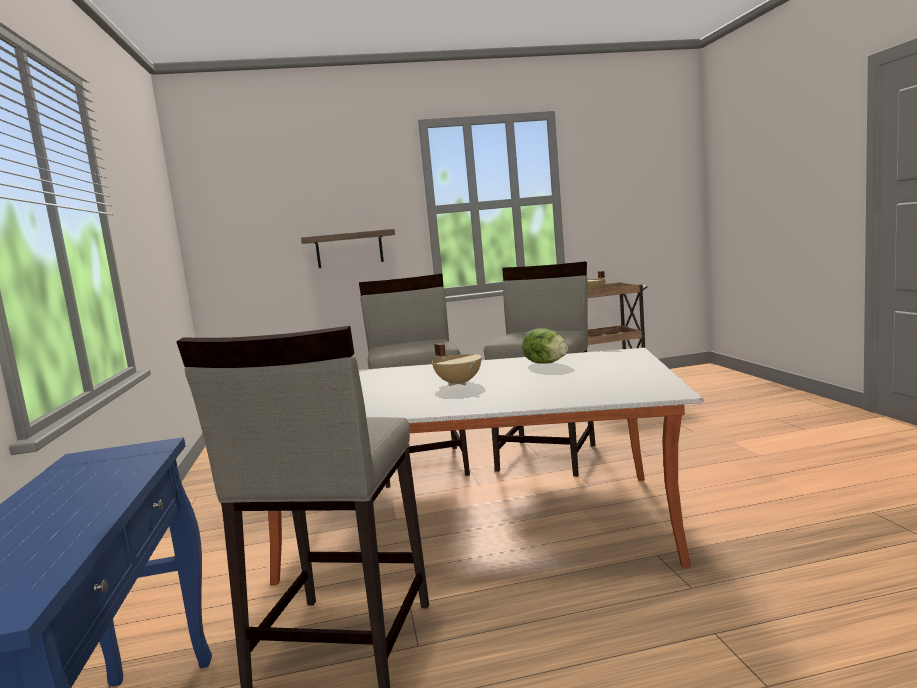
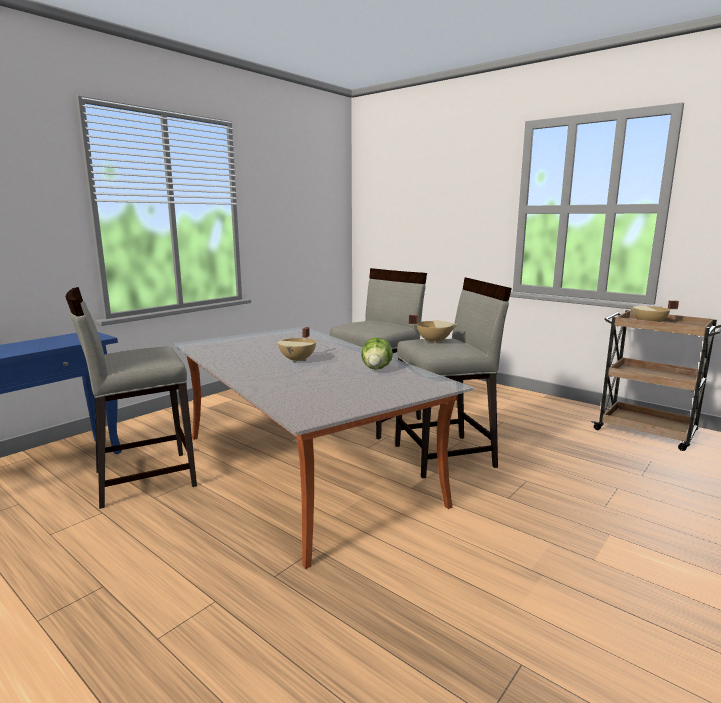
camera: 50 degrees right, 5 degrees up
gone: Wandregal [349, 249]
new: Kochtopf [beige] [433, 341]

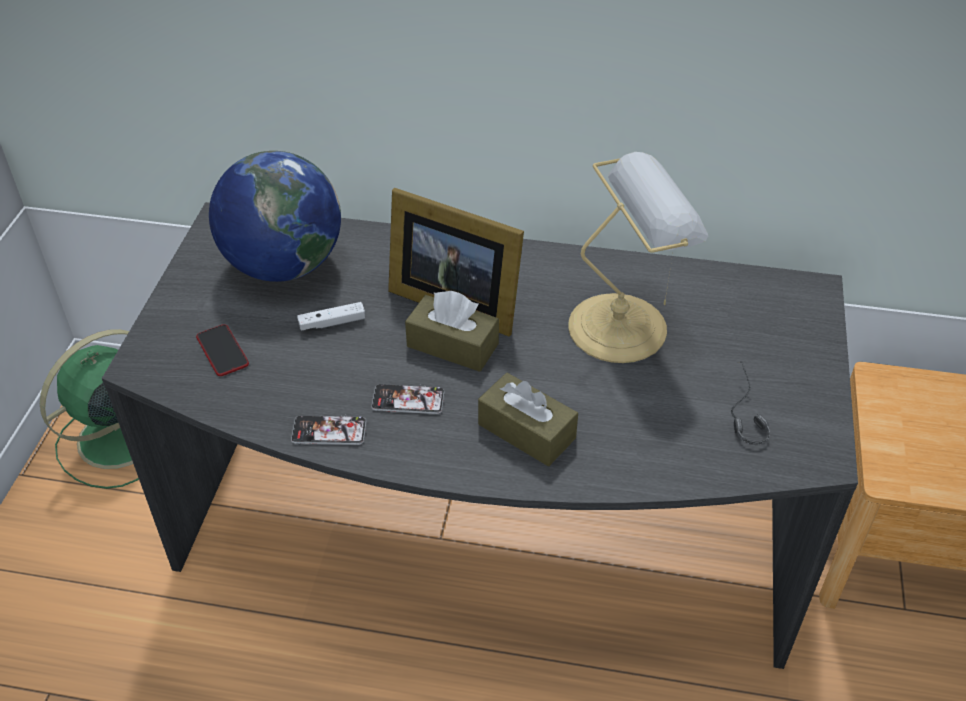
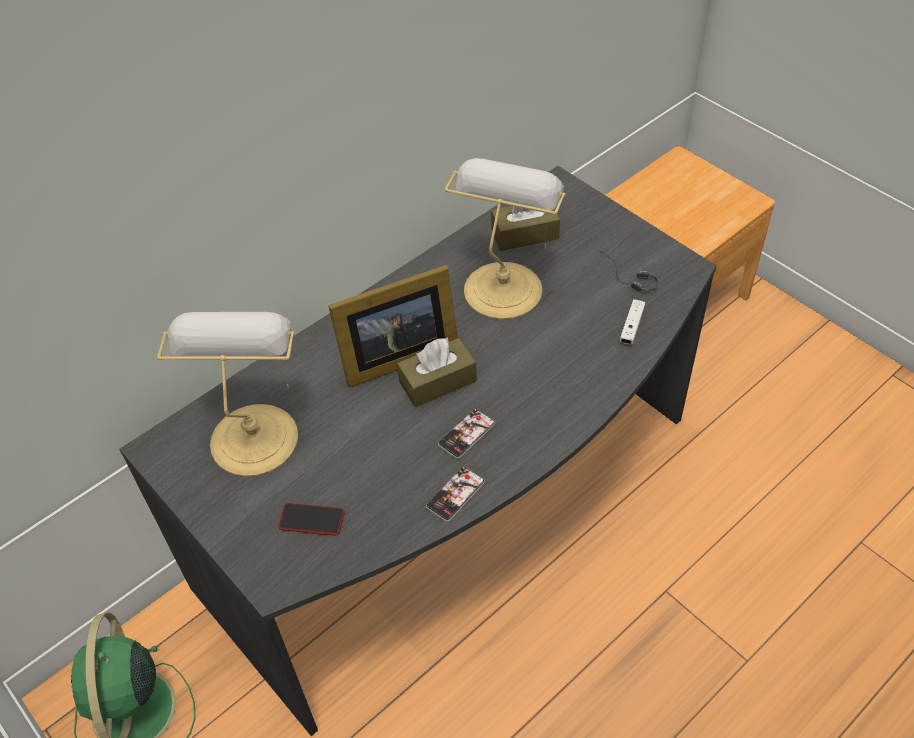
camera: 50 degrees left, 5 degrees up
shifted: Gamepad [weiß] [332, 323] to [632, 327]; Taschentuchbox [braun] [526, 431] to [525, 234]
swapped: Globus [283, 265] to Tischlampe [254, 435]

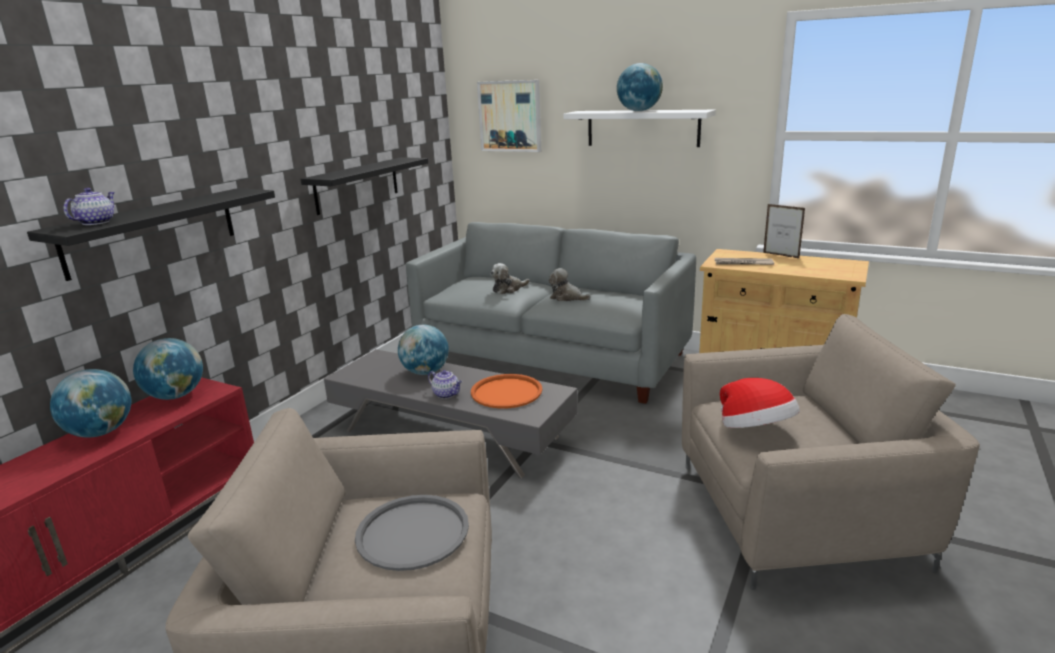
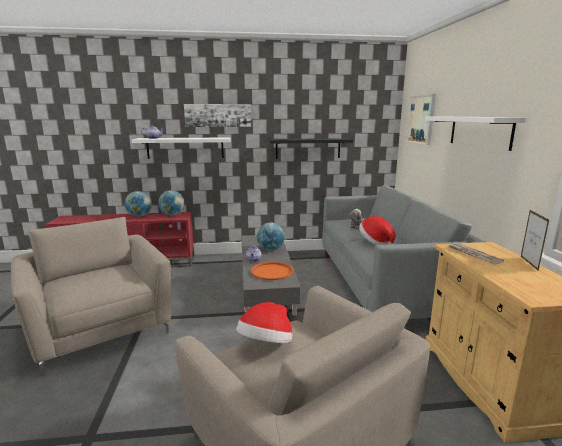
camera: 55 degrees right, 5 degrees down
gone: Globus [639, 111]; Tablett [grau] [412, 533]
new: Bild [218, 115]
swapped: Plüschtier [567, 297] to Hut [376, 242]
repainted: Wandregal [schwarz] [152, 231] to Wandregal [weiß] [185, 148]

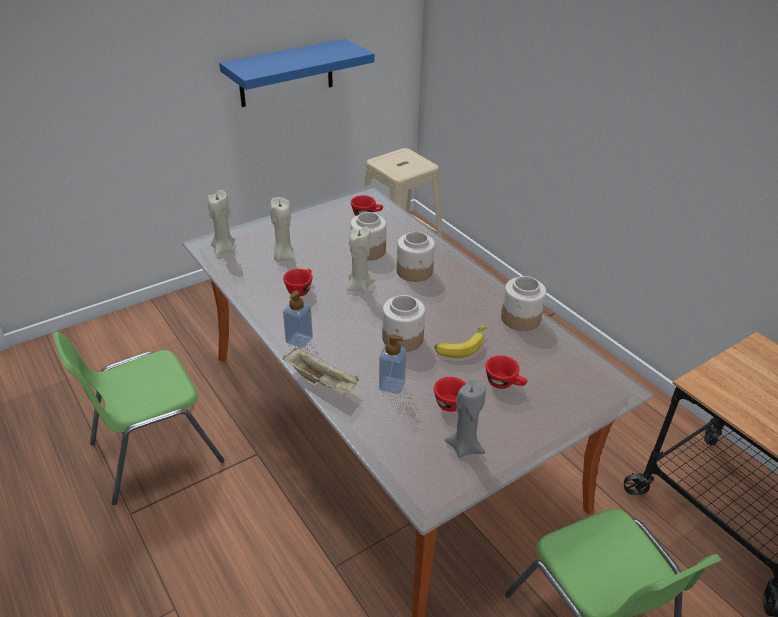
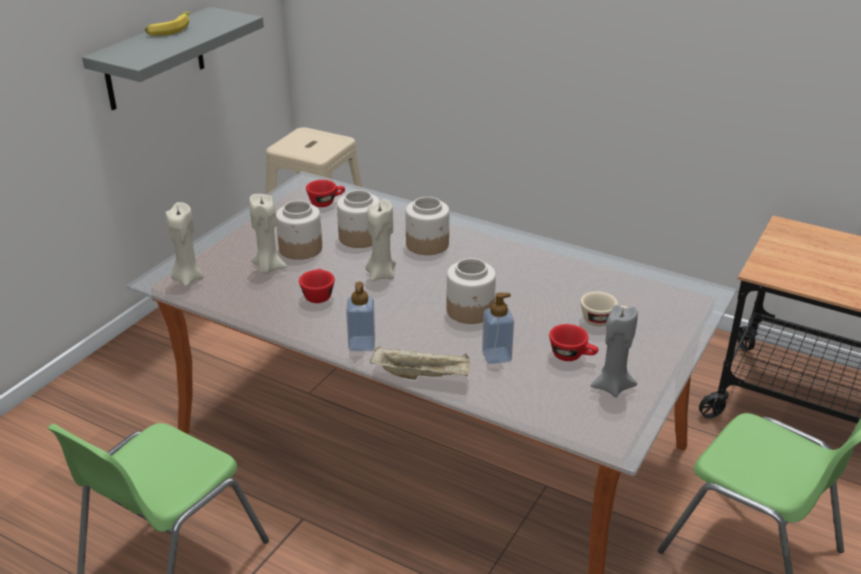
camera: 25 degrees left, 5 degrees down
shifted: Vorratsglas [521, 318] to [301, 248]; Banane [460, 346] to [170, 30]
repainted: Wandregal [blau] [286, 73] to Wandregal [grau] [154, 59]; Tasse [rot] [504, 383] to Tasse [beige] [602, 320]

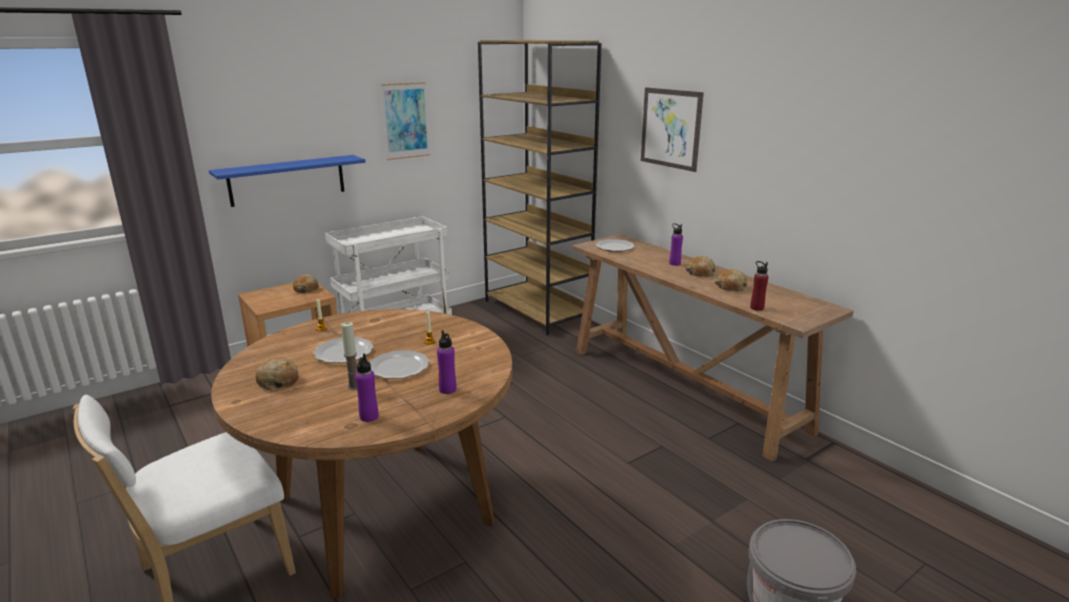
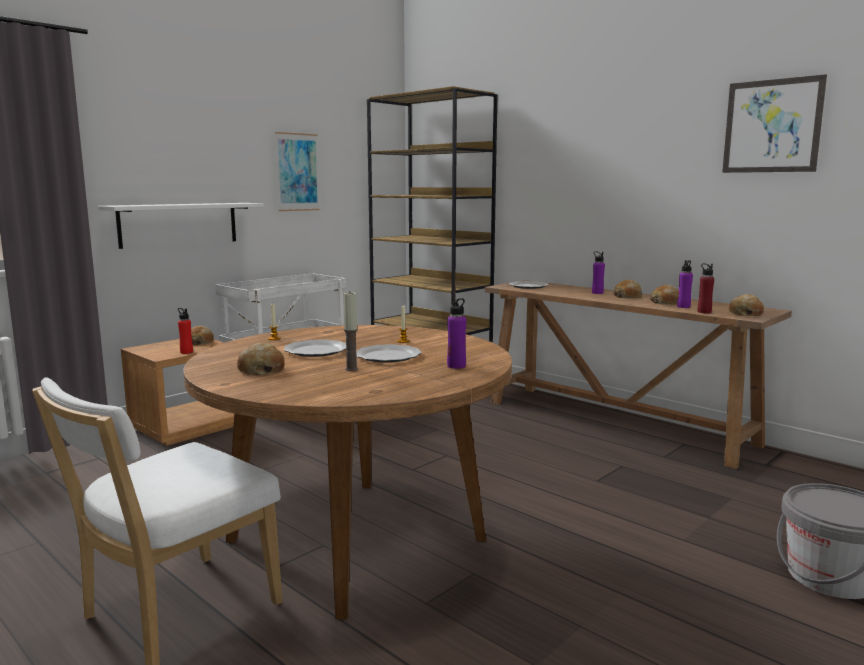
camera: 10 degrees left, 10 degrees down
new: Brot [745, 313]; Flasche [rot] [186, 352]
shifted: Bild [670, 128] to [772, 126]; Flasche [lila] [369, 417] to [683, 307]
repainted: Wandregal [blau] [287, 180] to Wandregal [weiß] [179, 224]

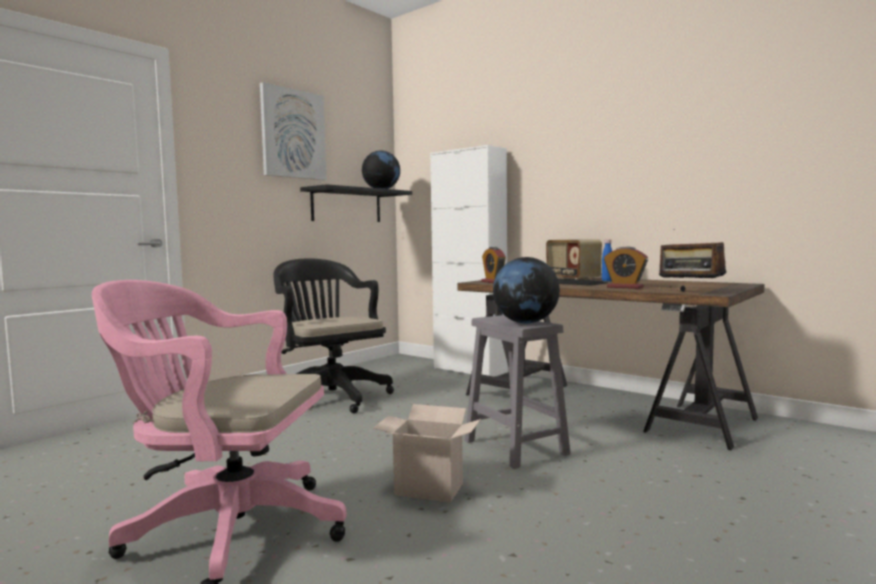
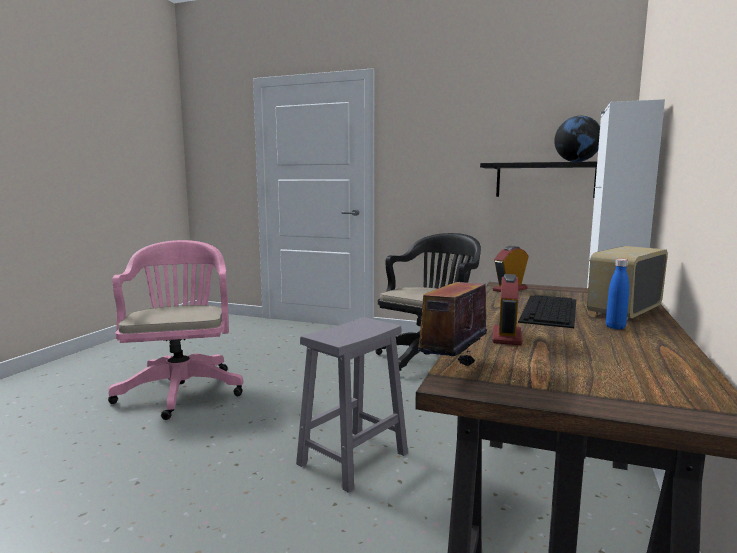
camera: 70 degrees right, 5 degrees up
gone: Bild [293, 134]; Globus [525, 322]; Karton [426, 490]

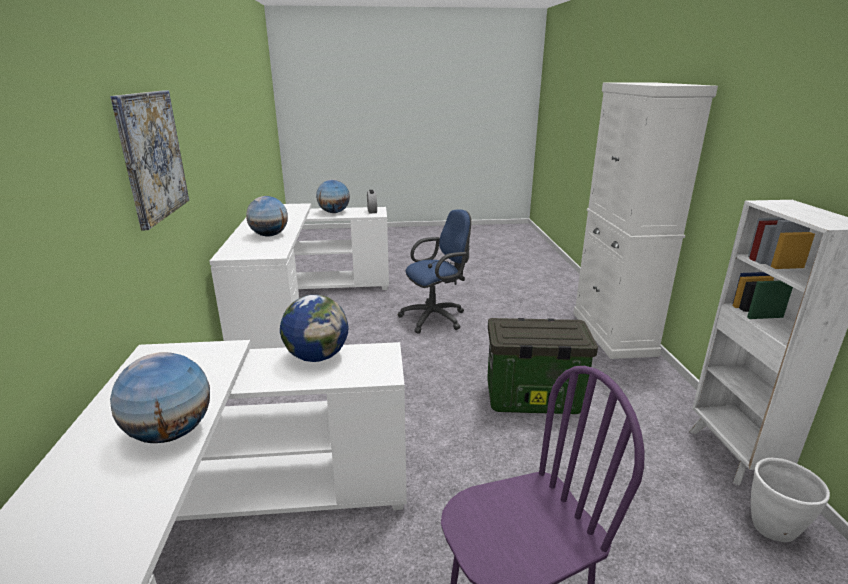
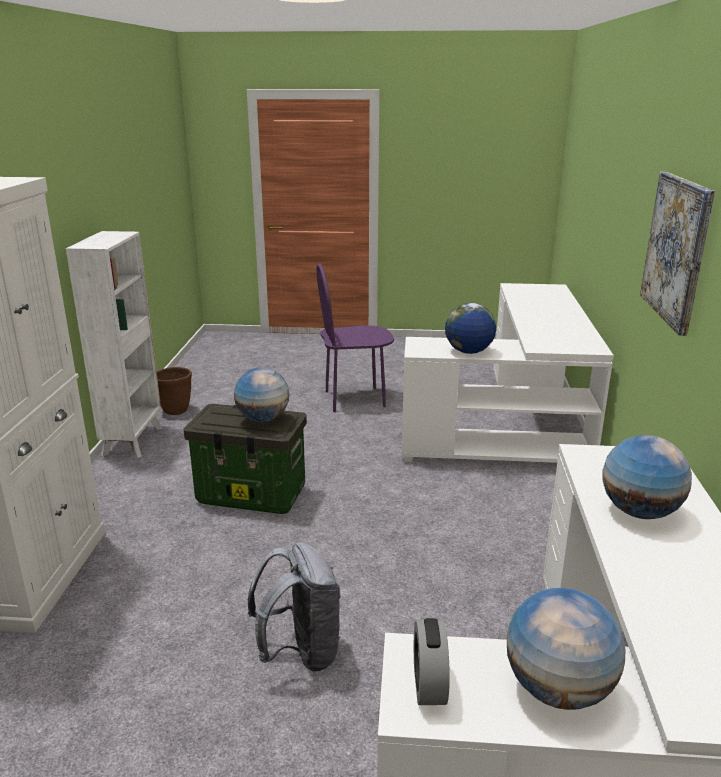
camera: 170 degrees left, 0 degrees up
shifted: Globus [170, 433] to [263, 419]
swapped: Bürostuhl [blau] [436, 318] to Rucksack [grau] [300, 652]
repainted: Pflanzkübel [weiß] [773, 529] to Pflanzkübel [braun] [175, 411]

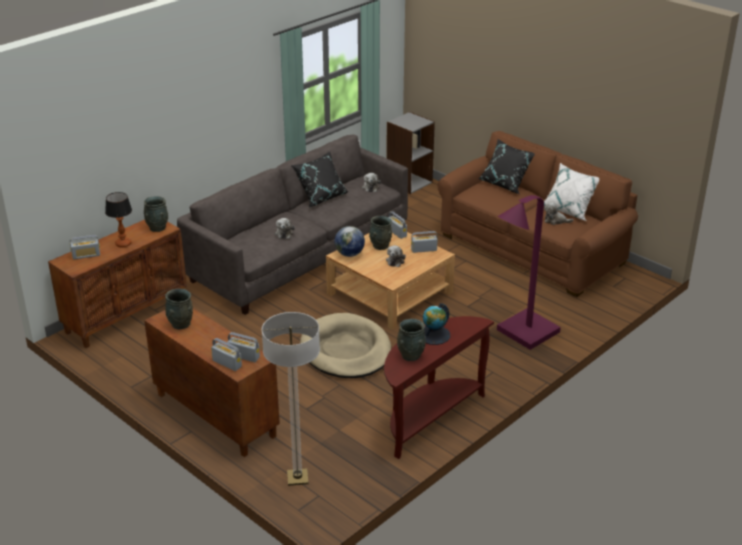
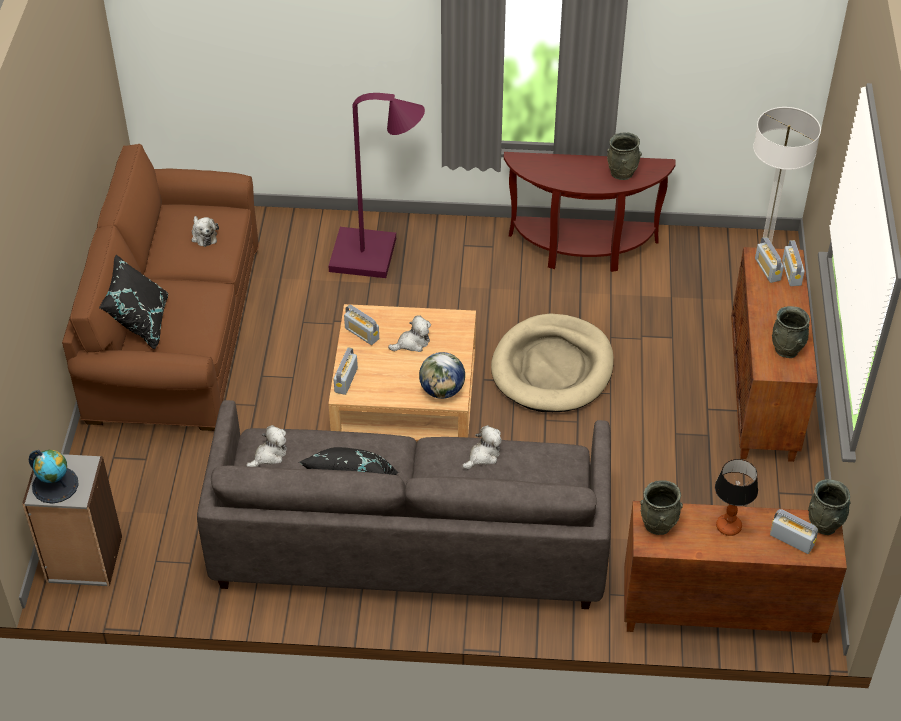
camera: 130 degrees left, 15 degrees up
gone: Kissen [weiß] [569, 210]
shifted: Vase [grau] [380, 246] to [824, 524]; Globus [434, 335] to [55, 485]

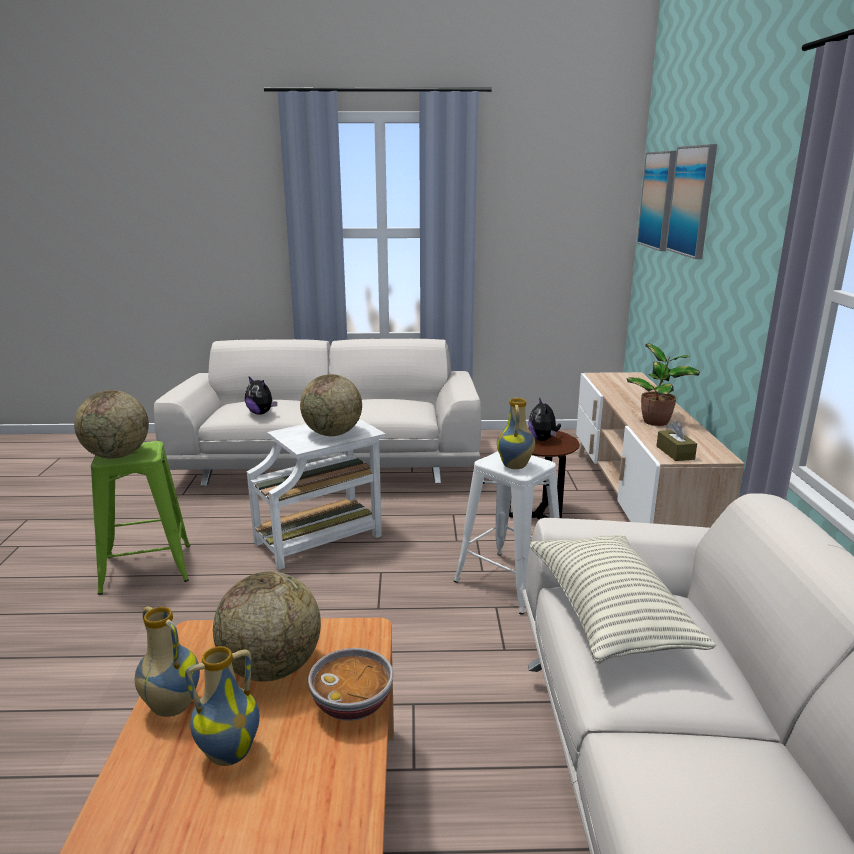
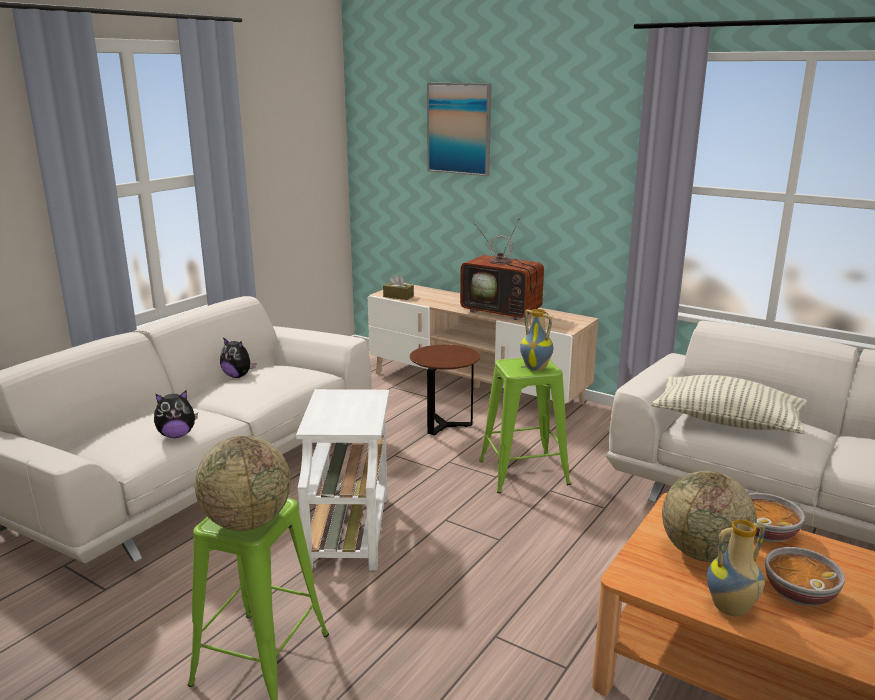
camera: 55 degrees left, 0 degrees up
gone: Bild [658, 200]; Globus [332, 433]
shifted: Plüschtier [543, 439] to [238, 376]; Taschentuchbox [braun] [675, 453] to [398, 296]
swapped: Topfpflanze [657, 422] to Fernseher [504, 312]; Vase [229, 752] to Schüssel [798, 593]
repainted: Hocker [weiß] [508, 581] to Hocker [grün] [522, 472]

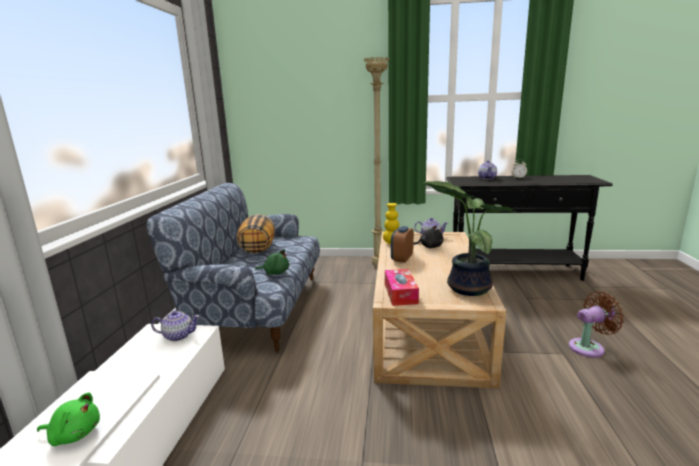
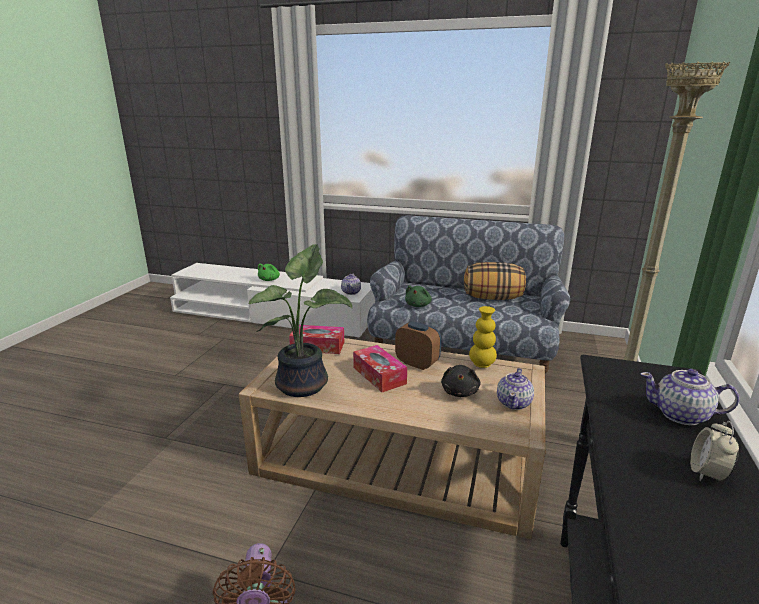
camera: 100 degrees right, 5 degrees up
new: Taschentuchbox [379, 375]

